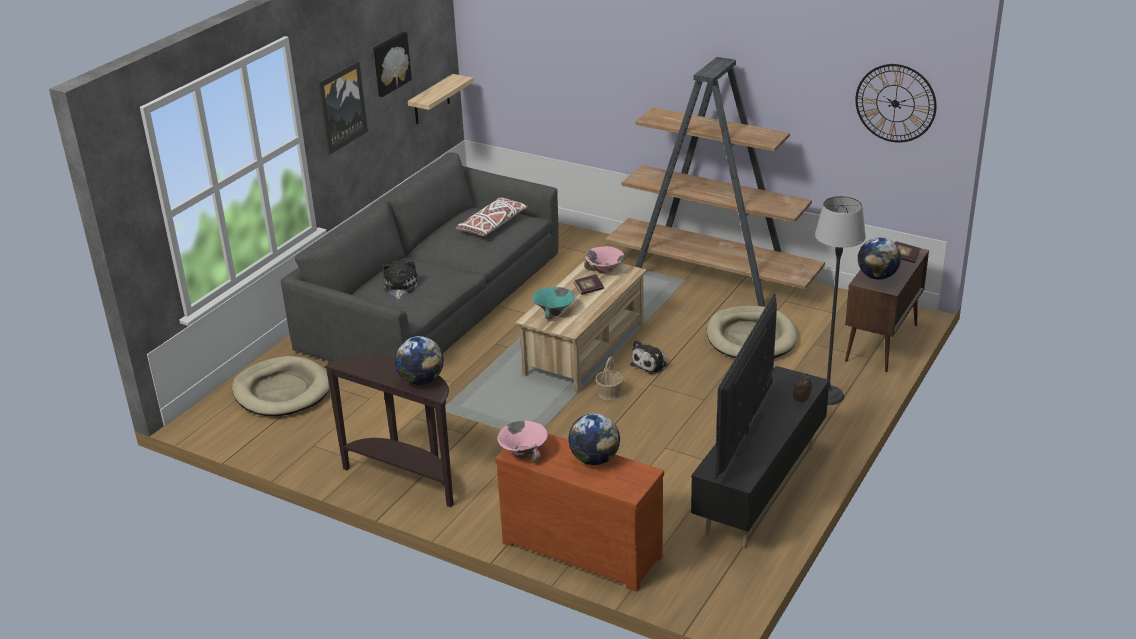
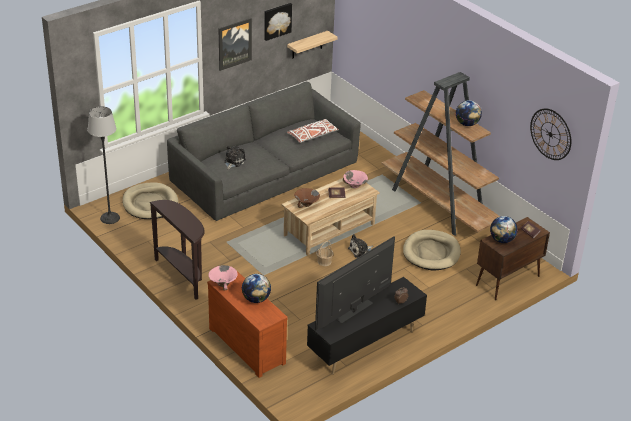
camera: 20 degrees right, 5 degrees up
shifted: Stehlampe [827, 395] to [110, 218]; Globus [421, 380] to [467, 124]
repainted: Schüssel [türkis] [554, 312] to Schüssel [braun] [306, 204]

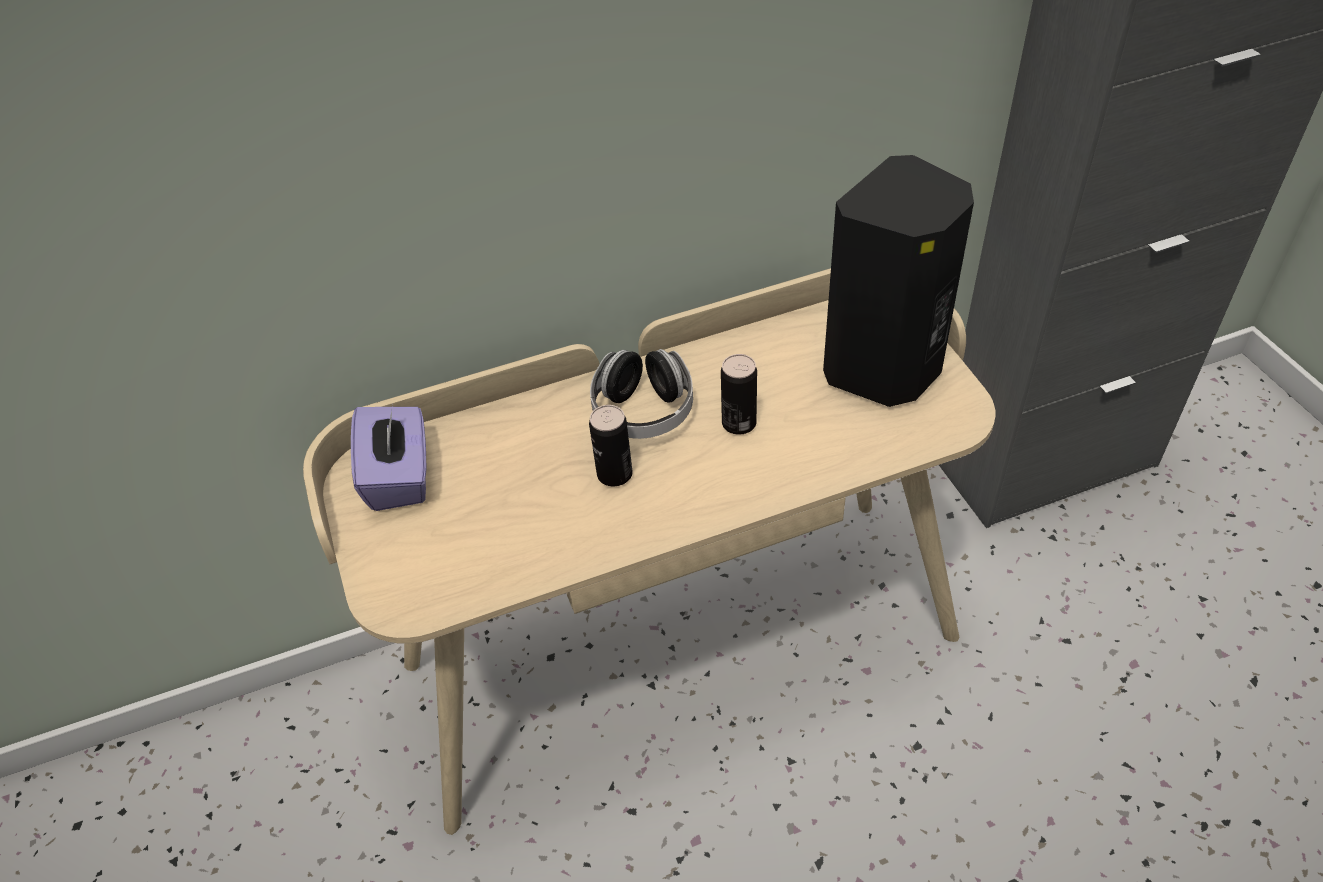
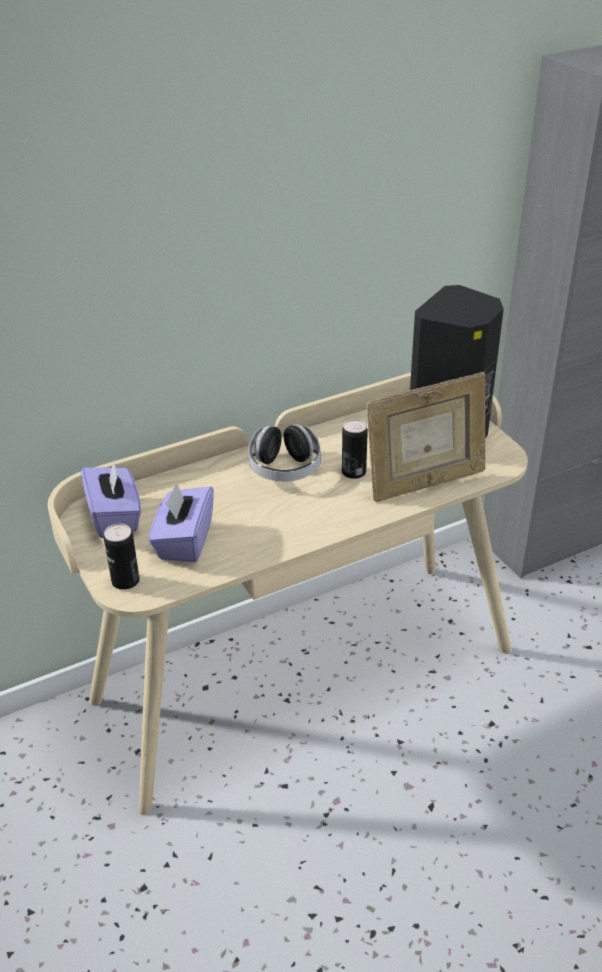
camera: 10 degrees left, 10 degrees down
new: Bilderrahmen [425, 484]; Taschentuchbox [lila] [184, 541]
shifted: Dose [614, 474] to [125, 581]

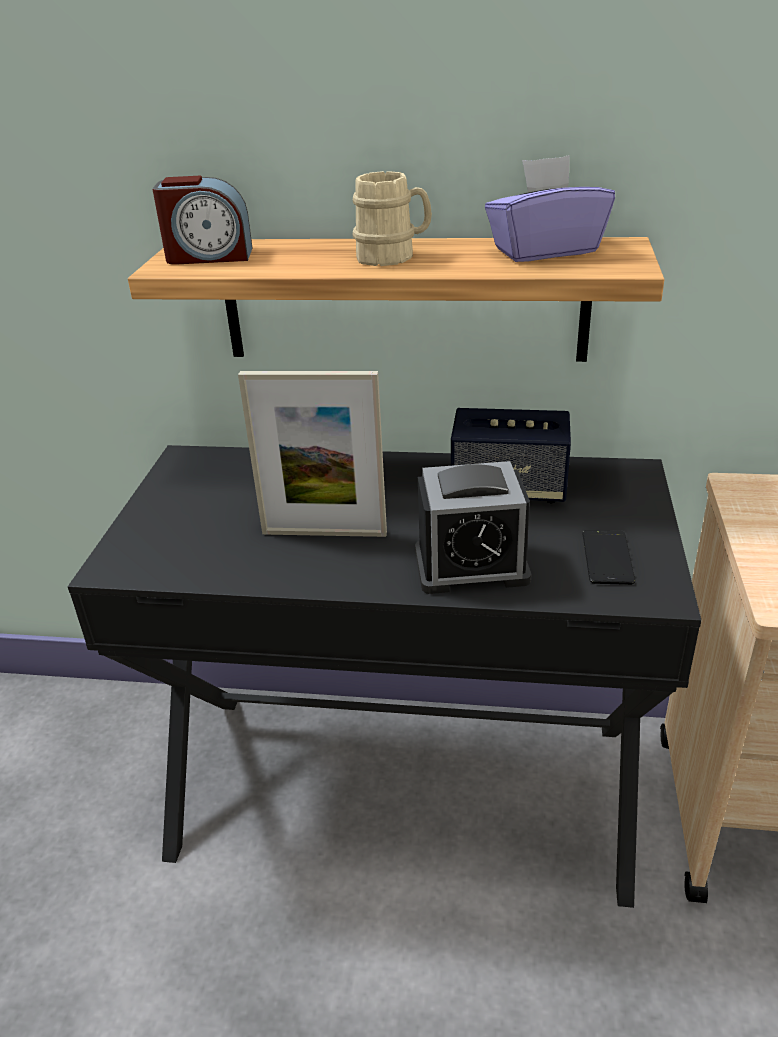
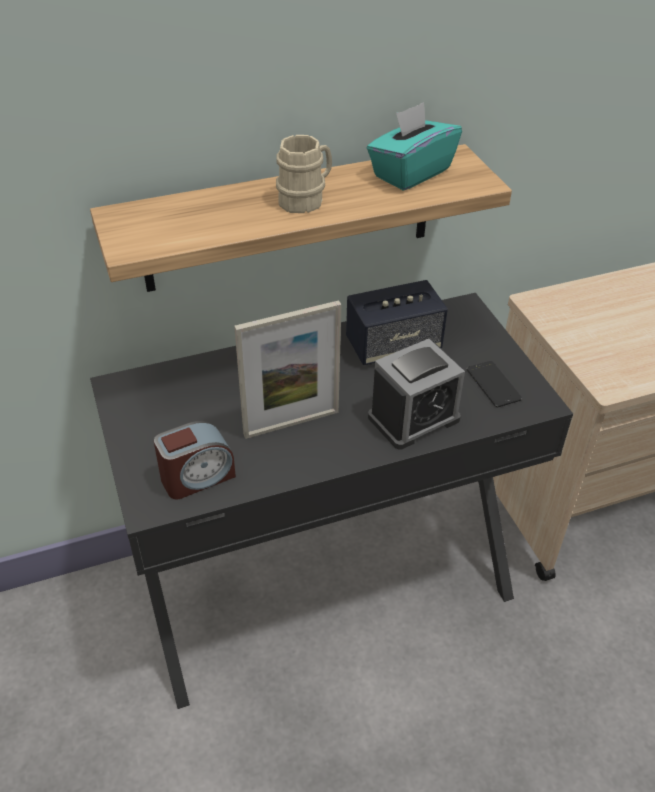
camera: 30 degrees left, 10 degrees up
shifted: Wecker [209, 256] to [197, 477]
repainted: Taschentuchbox [lila] [545, 250] to Taschentuchbox [türkis] [411, 172]

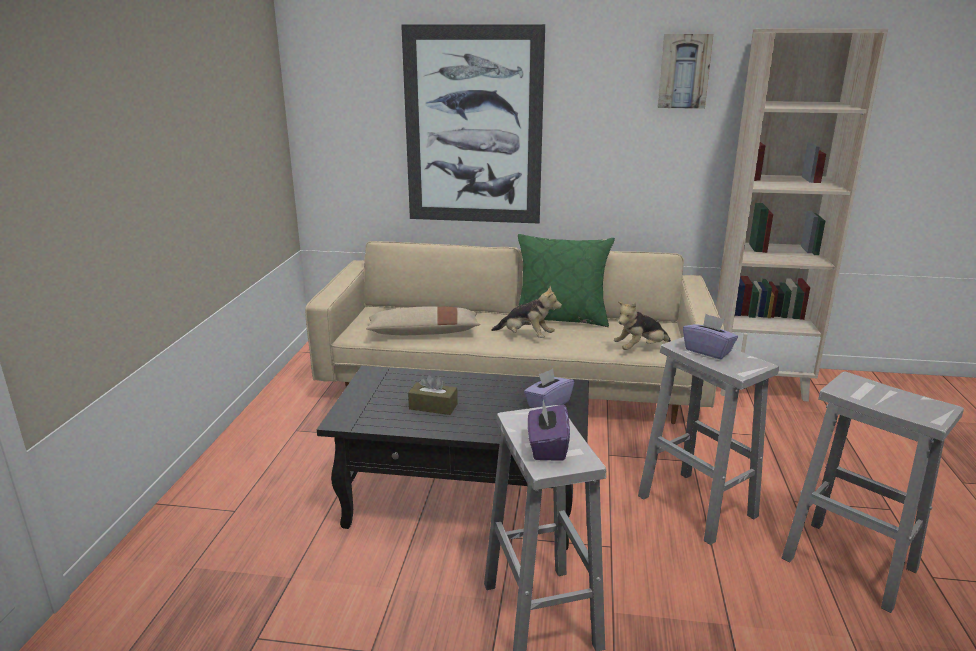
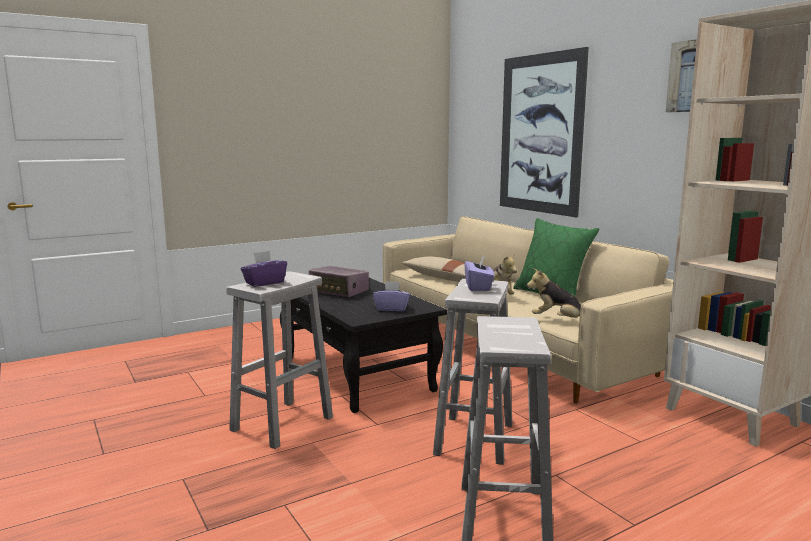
camera: 50 degrees right, 10 degrees down
swapped: Taschentuchbox [braun] [433, 406] to Radio [339, 292]

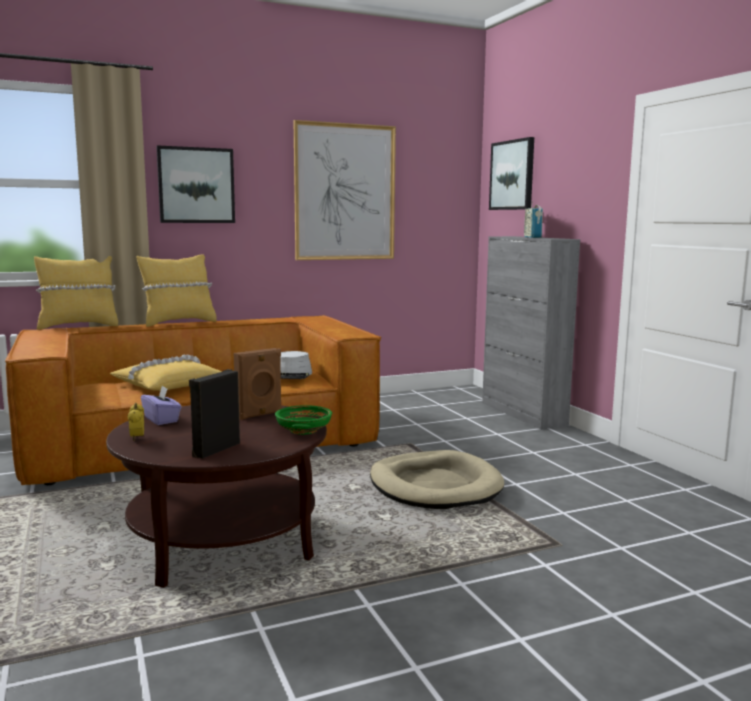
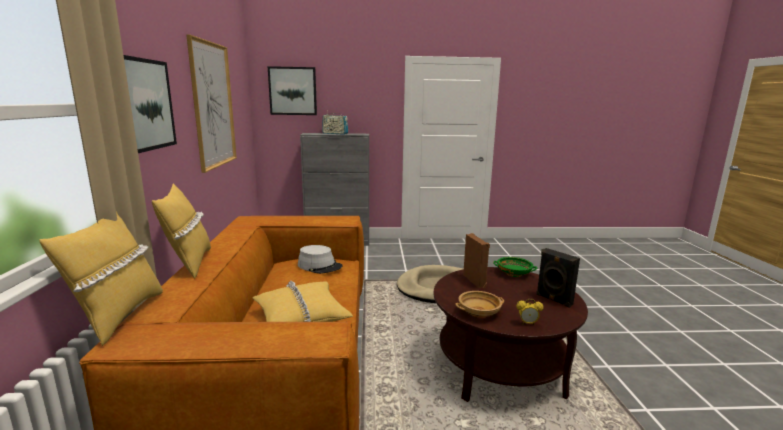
camera: 70 degrees left, 5 degrees up
swapped: Taschentuchbox [lila] [162, 420] to Schüssel [beige] [479, 312]

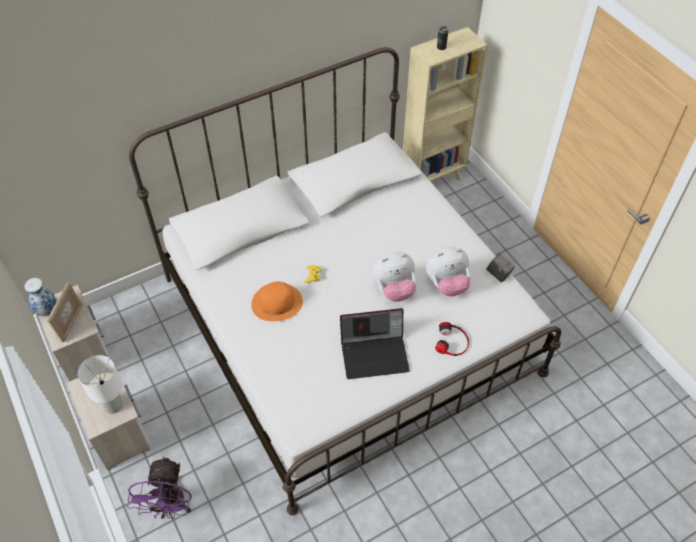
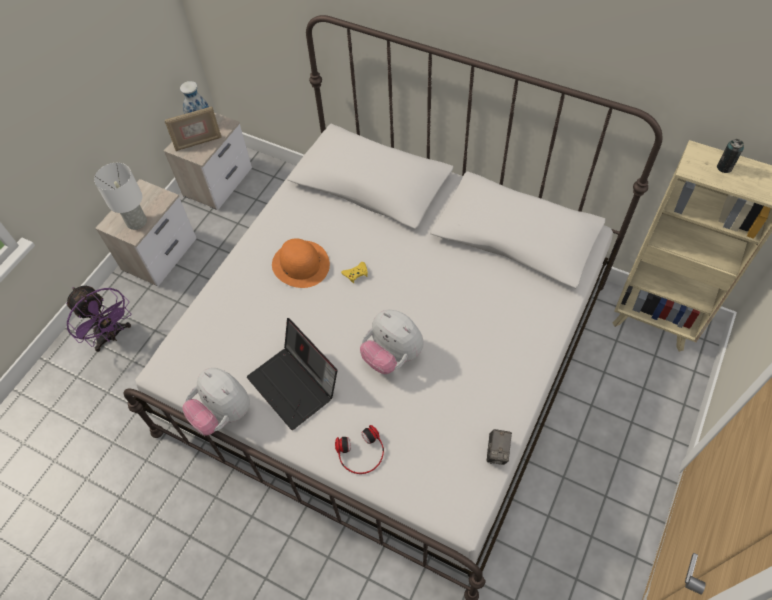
camera: 60 degrees right, 5 degrees up
shifted: Plüschtier [447, 284] to [223, 413]
rotated: Ventilator [lila] [170, 507] = [112, 336] 105 degrees counterclockwise

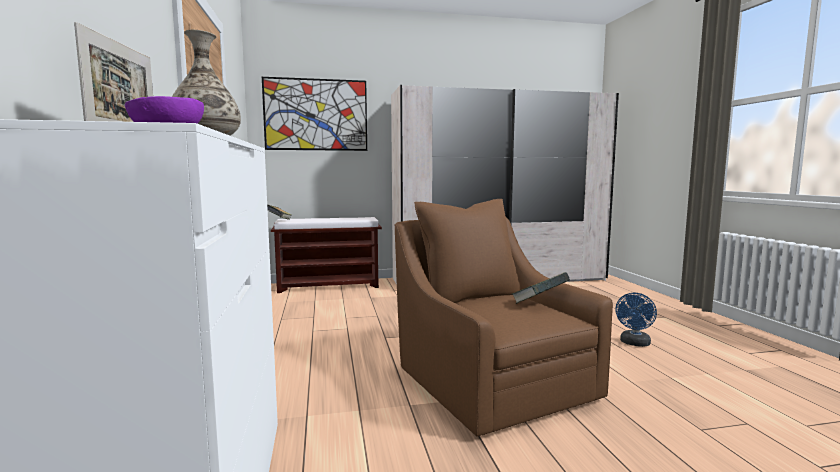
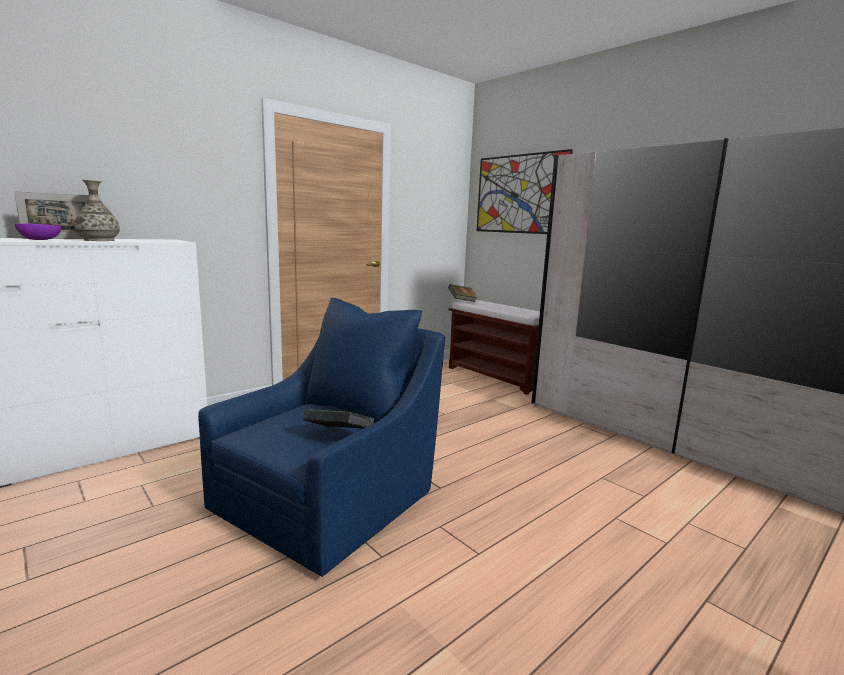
camera: 60 degrees right, 5 degrees up
gone: Ventilator [blau] [634, 343]
repainted: Sessel [braun] [491, 381] to Sessel [blau] [331, 500]

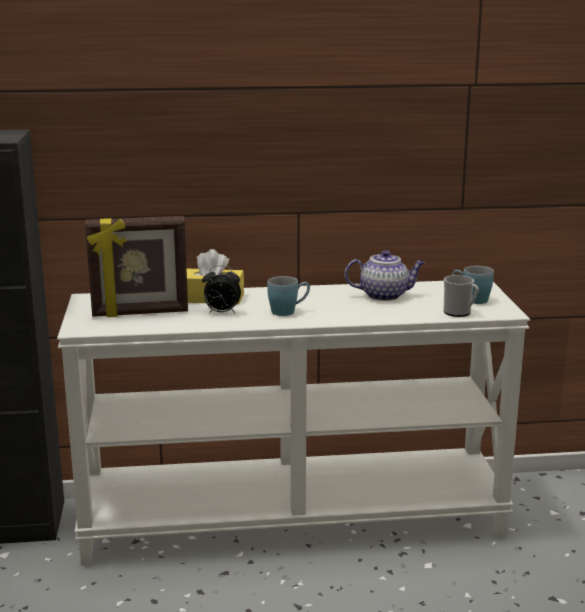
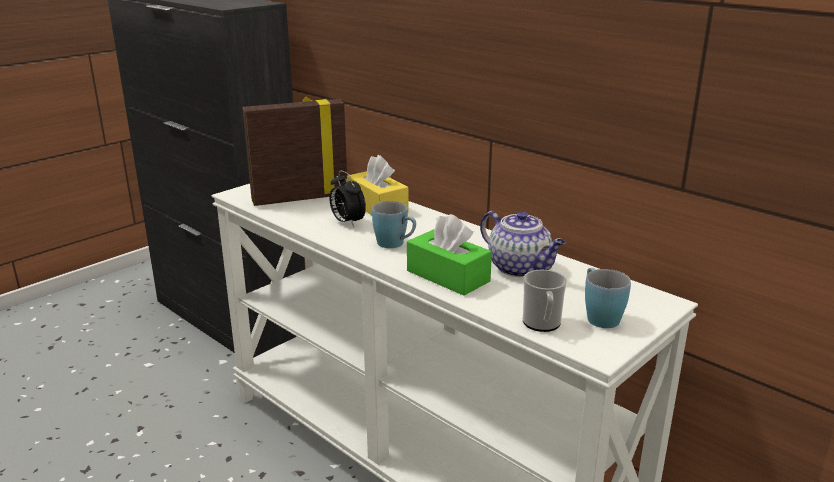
camera: 50 degrees right, 5 degrees up
new: Taschentuchbox [grün] [448, 276]
rotated: Bilderrahmen [140, 313] = [300, 198] 120 degrees clockwise

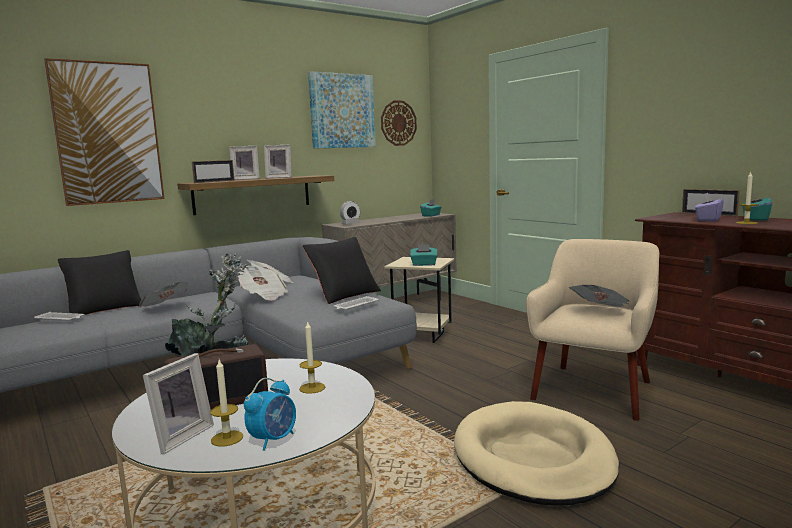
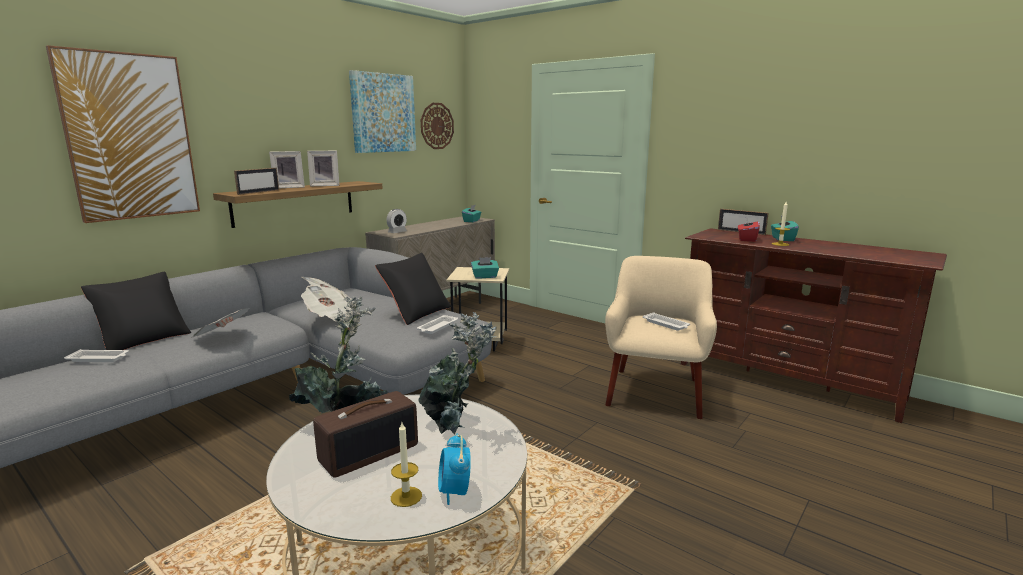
camera: 15 degrees left, 5 degrees up
gone: Bilderrahmen [180, 436]; Hundebett [beige] [533, 458]
swapped: Zeitung [600, 311] to Tablett [weiß] [666, 324]; Kerze [312, 388] to Topfpflanze [455, 428]
repainted: Taschentuchbox [lila] [708, 219] to Taschentuchbox [rot] [746, 239]
rotated: Wecker [273, 439] = [454, 492] 150 degrees clockwise

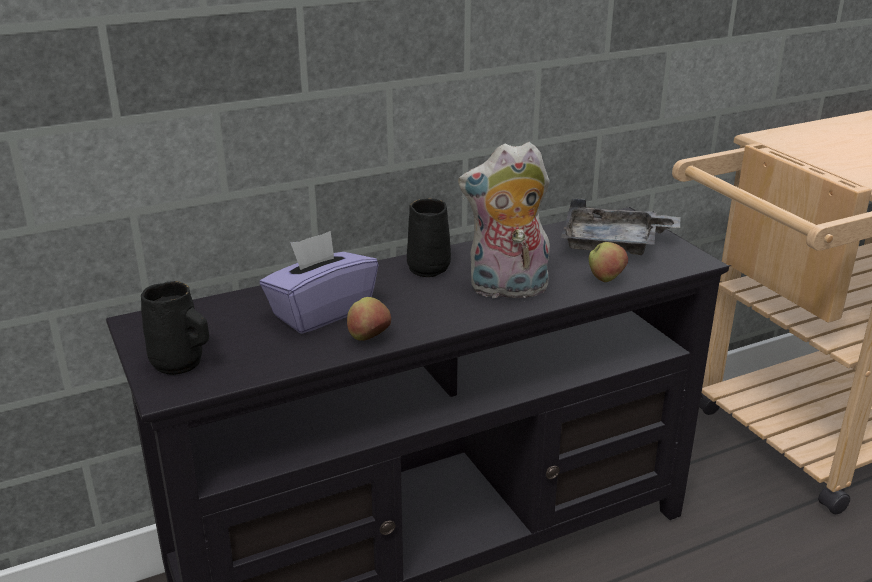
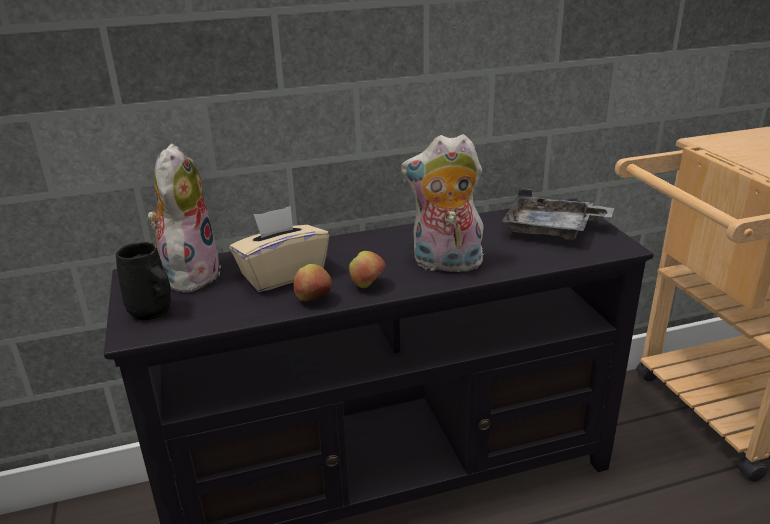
camera: 10 degrees right, 0 degrees up
gone: Henkelbecher [schwarz] [429, 267]
new: Plüschtier [190, 274]
shifted: Apfel [606, 280] to [367, 286]
repainted: Taschentuchbox [lila] [321, 312] to Taschentuchbox [beige] [282, 275]

